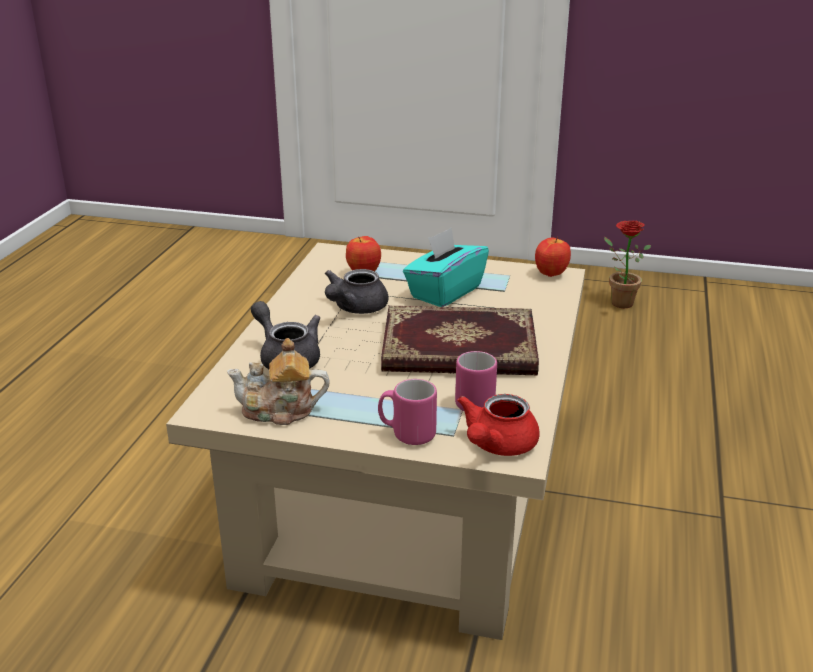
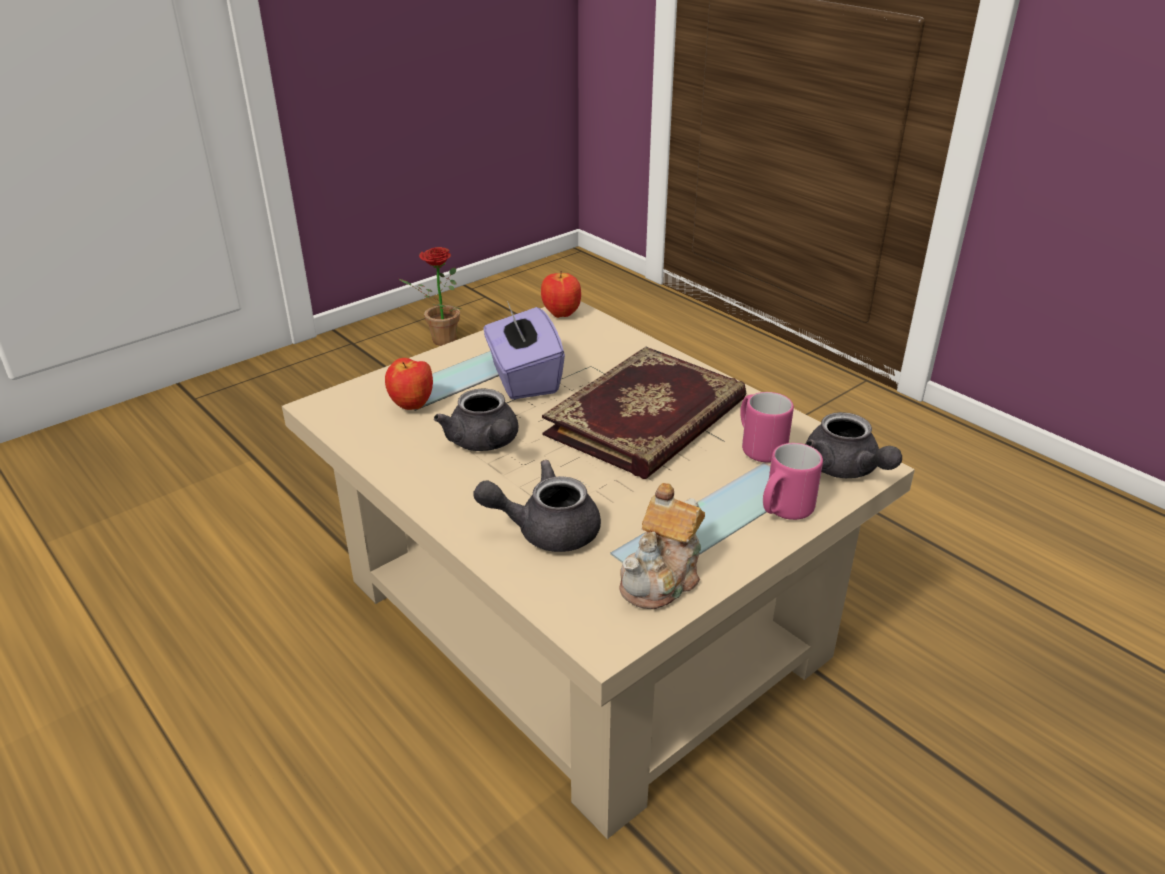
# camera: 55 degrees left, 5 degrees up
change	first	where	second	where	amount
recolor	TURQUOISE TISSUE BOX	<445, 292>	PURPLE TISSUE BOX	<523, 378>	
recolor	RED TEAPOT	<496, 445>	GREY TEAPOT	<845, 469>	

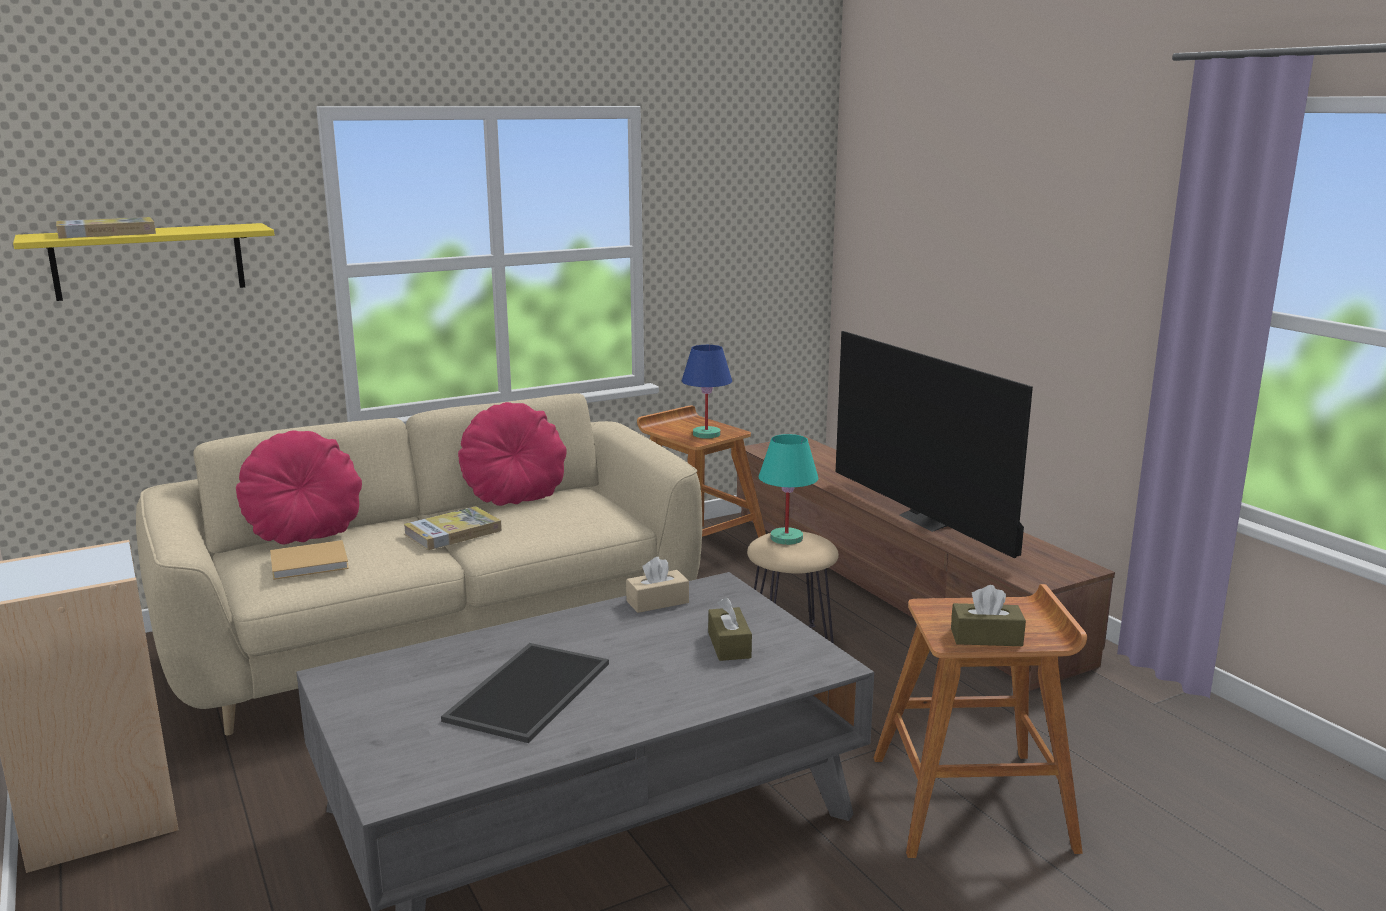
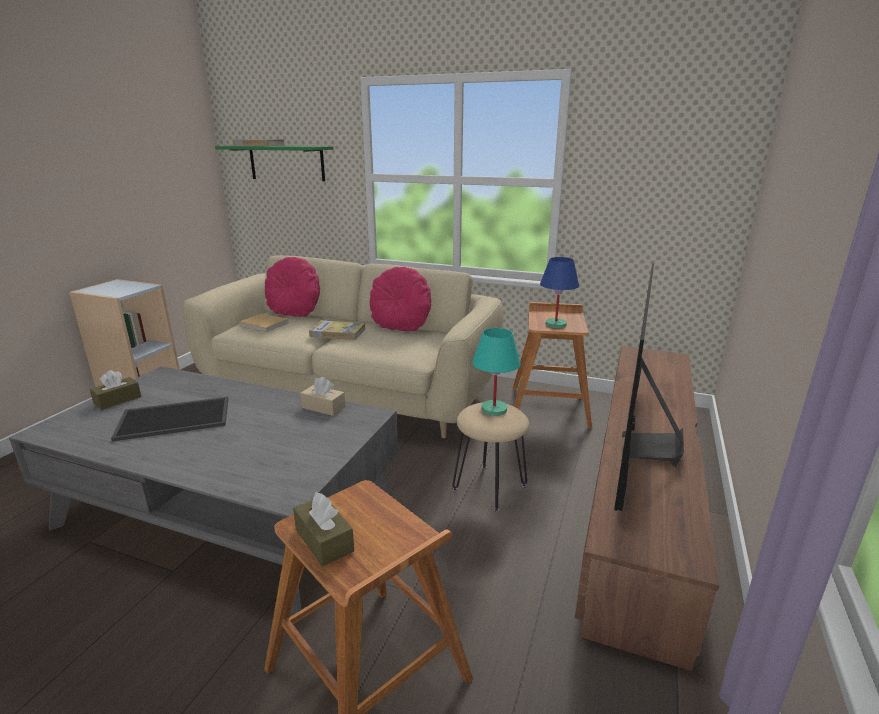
# camera: 50 degrees right, 5 degrees up
change	first	where	second	where	amount
move	BROWN TISSUE BOX	<729, 645>		<118, 400>	
recolor	YELLOW SHELF	<149, 261>	GREEN SHELF	<286, 163>	

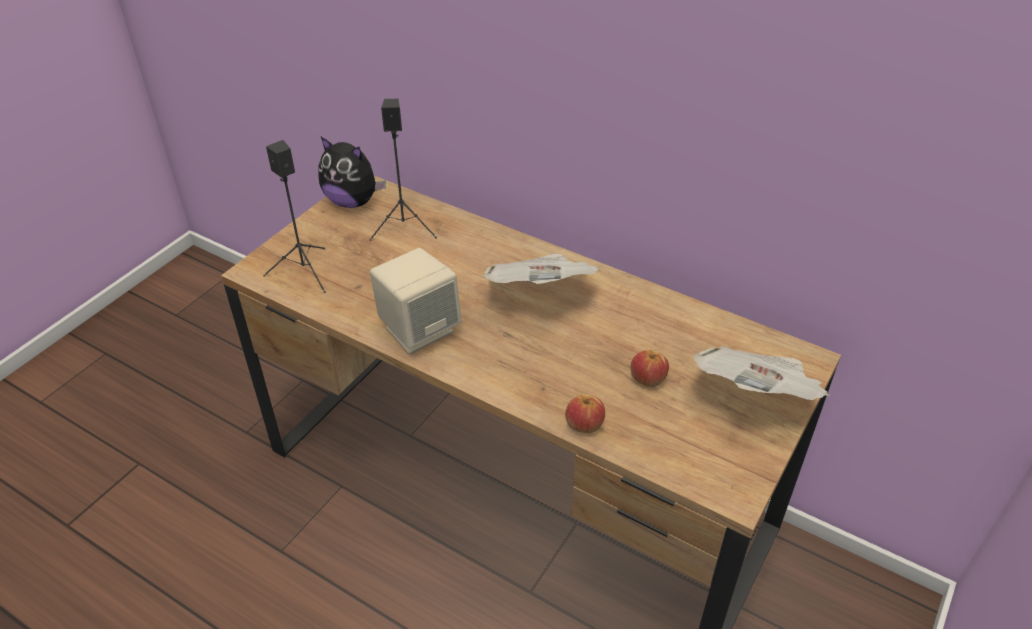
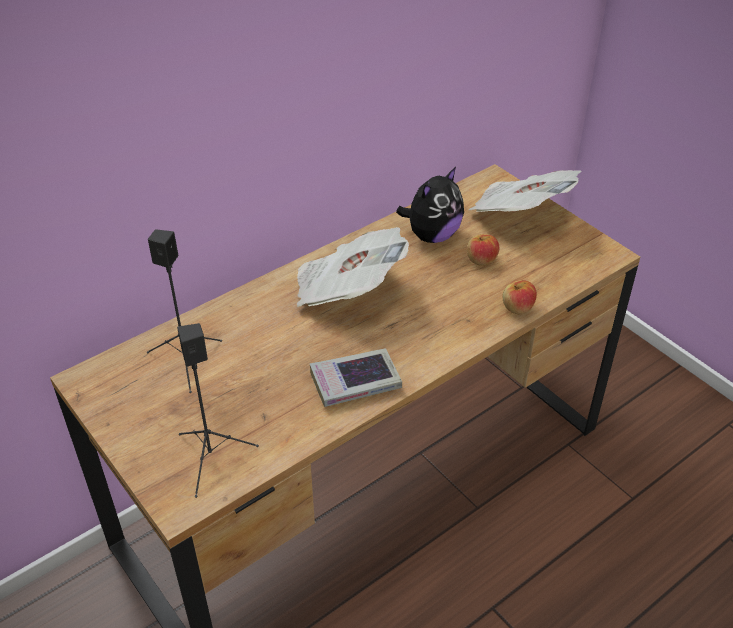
# camera: 70 degrees left, 0 degrees up
change	first	where	second	where	amount
replace	BEIGE SPEAKER	<419, 329>	BOOK	<355, 382>	
move	PLUSH TOY	<353, 201>		<432, 235>	

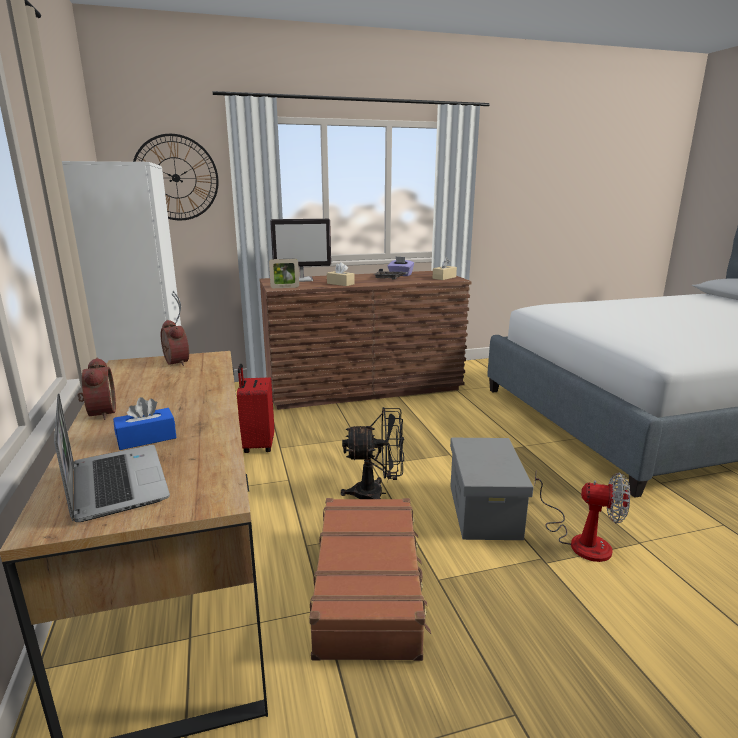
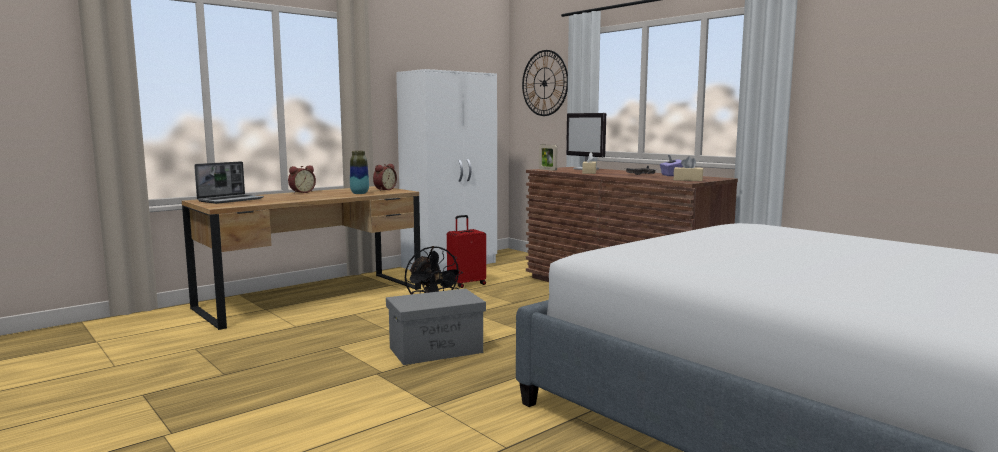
# camera: 65 degrees right, 10 degrees down
change	first	where	second	where	amount
insert			VASE	<359, 193>	
delete	BLUE TISSUE BOX	<146, 438>			
delete	BROWN SUITCASE	<369, 587>			
delete	FAN	<580, 539>			

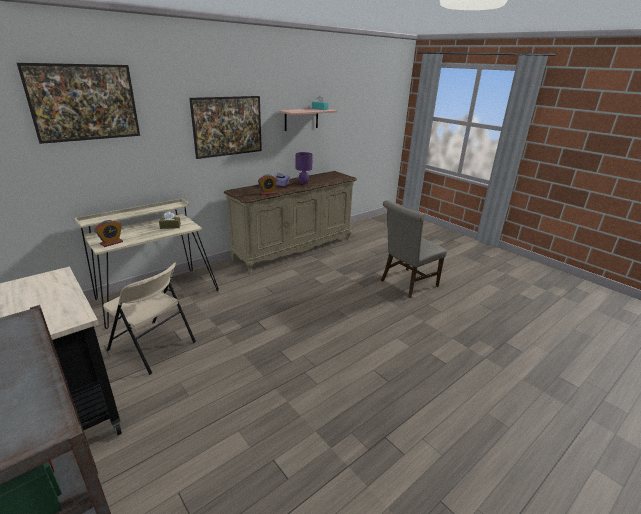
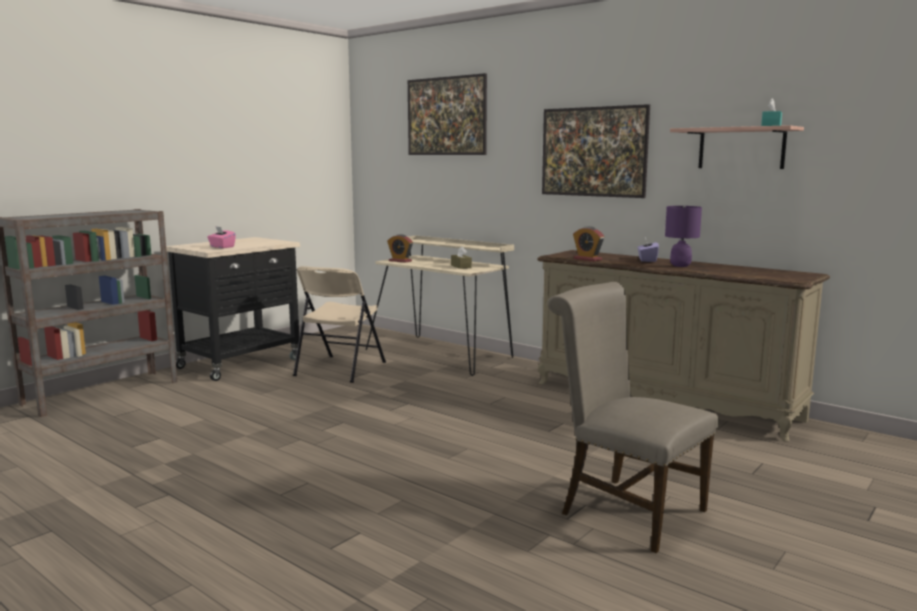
# camera: 80 degrees right, 15 degrees down
change	first	where	second	where	amount
insert			PINK TISSUE BOX	<222, 247>	

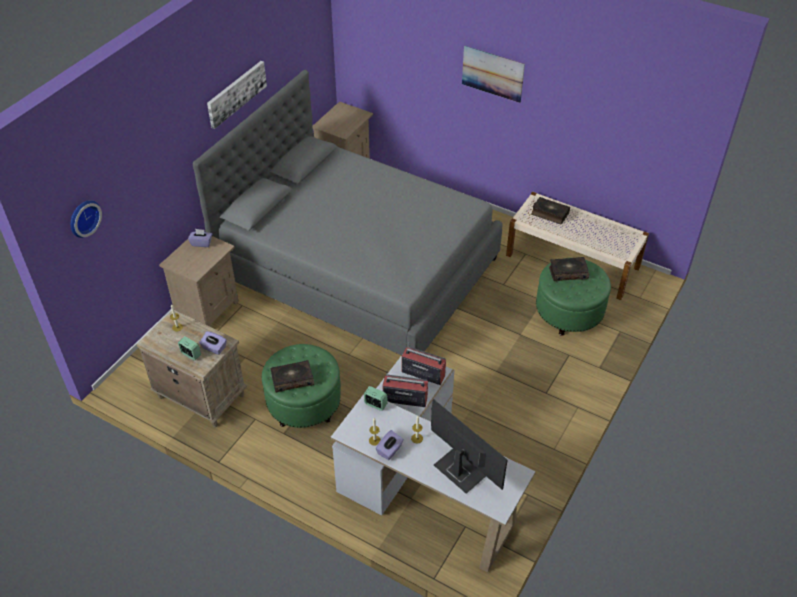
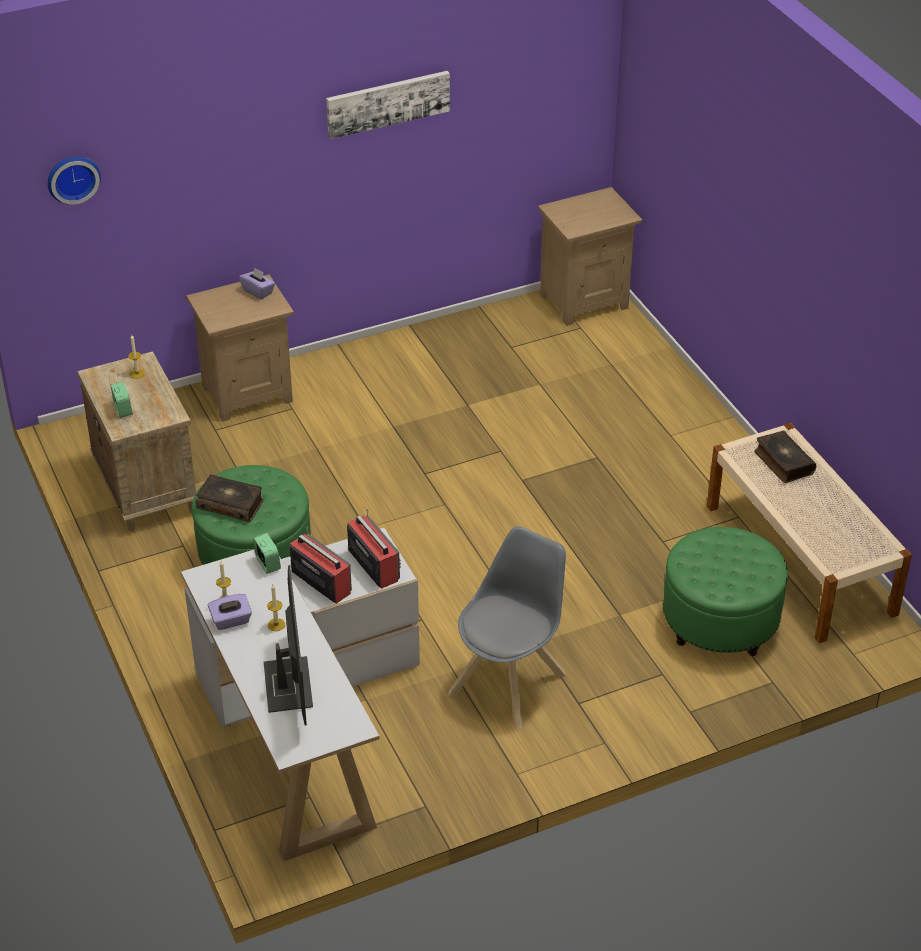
# camera: 35 degrees right, 5 degrees down
change	first	where	second	where	amount
insert			GREY CHAIR	<509, 682>	
delete	GREY BED	<358, 268>			
delete	PURPLE TISSUE BOX	<214, 348>			
delete	PICTURE	<492, 73>			
delete	BOOK	<568, 272>			

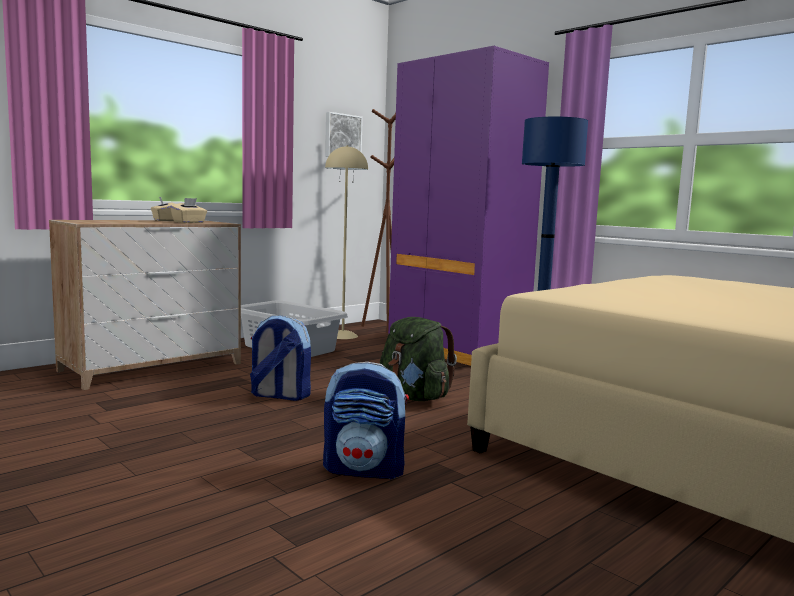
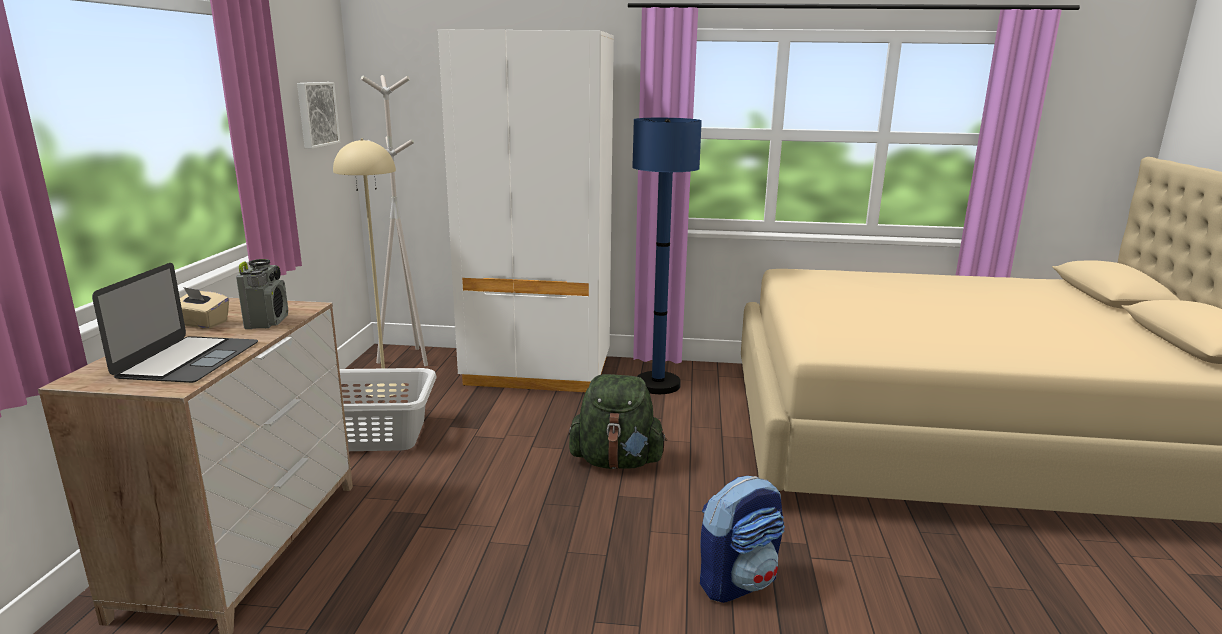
# camera: 40 degrees left, 10 degrees up
change	first	where	second	where	amount
insert			LAPTOP	<188, 359>	
replace	BEIGE TISSUE BOX	<189, 222>	RADIO	<267, 322>	
recolor	BROWN CLOTHES RACK	<383, 328>	GREY CLOTHES RACK	<407, 359>	
recolor	PURPLE WARDROBE	<456, 350>	WHITE WARDROBE	<537, 371>	
delete	BACKPACK	<279, 395>			

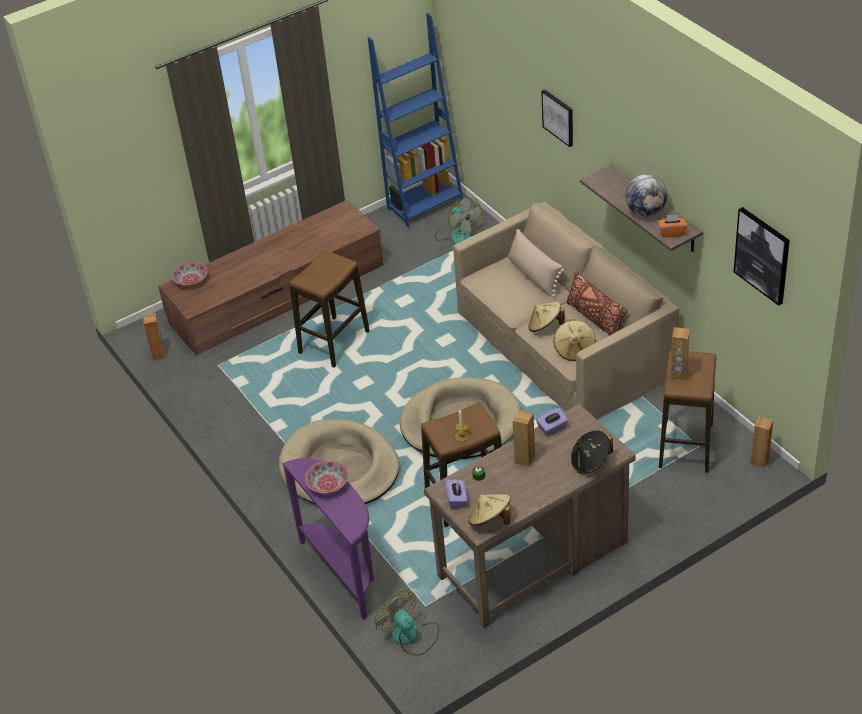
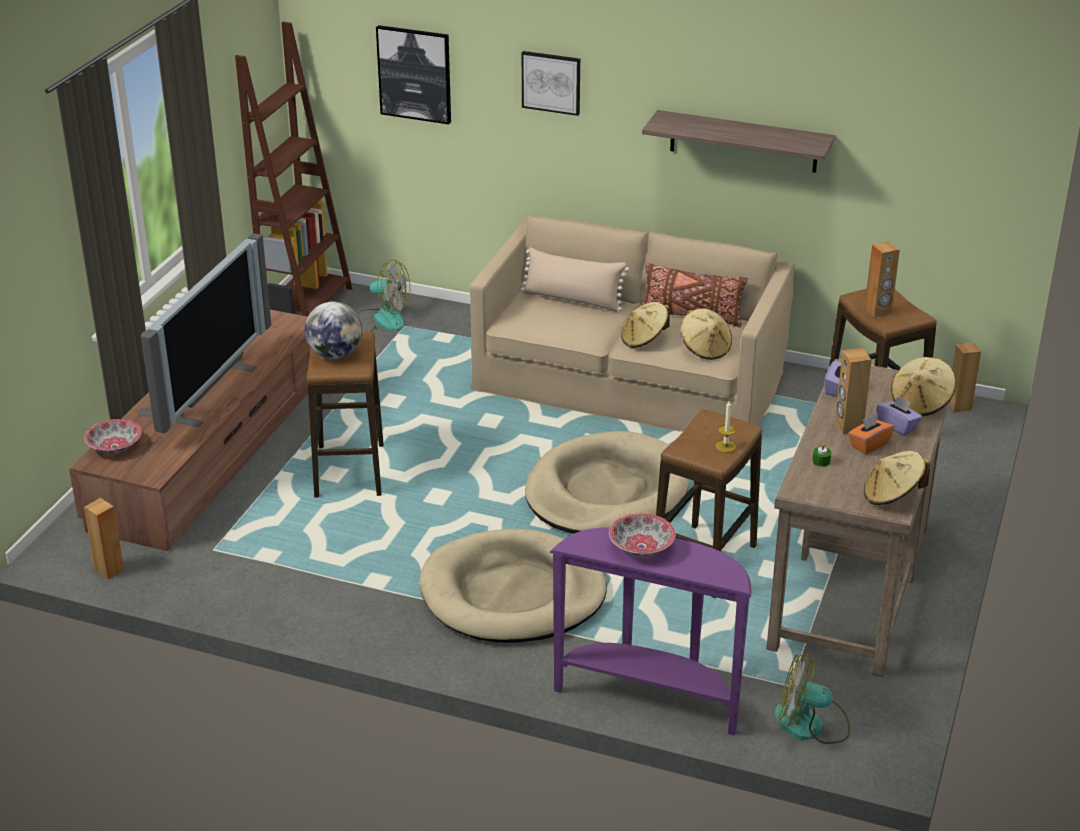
# camera: 40 degrees left, 10 degrees down
change	first	where	second	where	amount
insert			TELEVISION	<208, 391>	
recolor	BLUE BOOKCASE	<425, 204>	BROWN BOOKCASE	<307, 305>	
move	GLOBE	<645, 212>		<335, 354>	
move	PICTURE	<762, 255>		<415, 74>	
move	ORANGE TISSUE BOX	<672, 232>		<869, 445>	
move	PURPLE TISSUE BOX	<457, 499>		<897, 426>	
recolor	BLACK HAT	<590, 462>	BEIGE HAT	<921, 403>	

